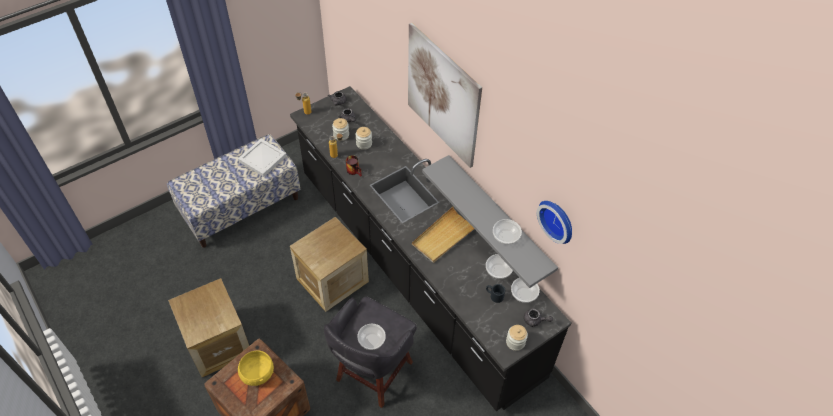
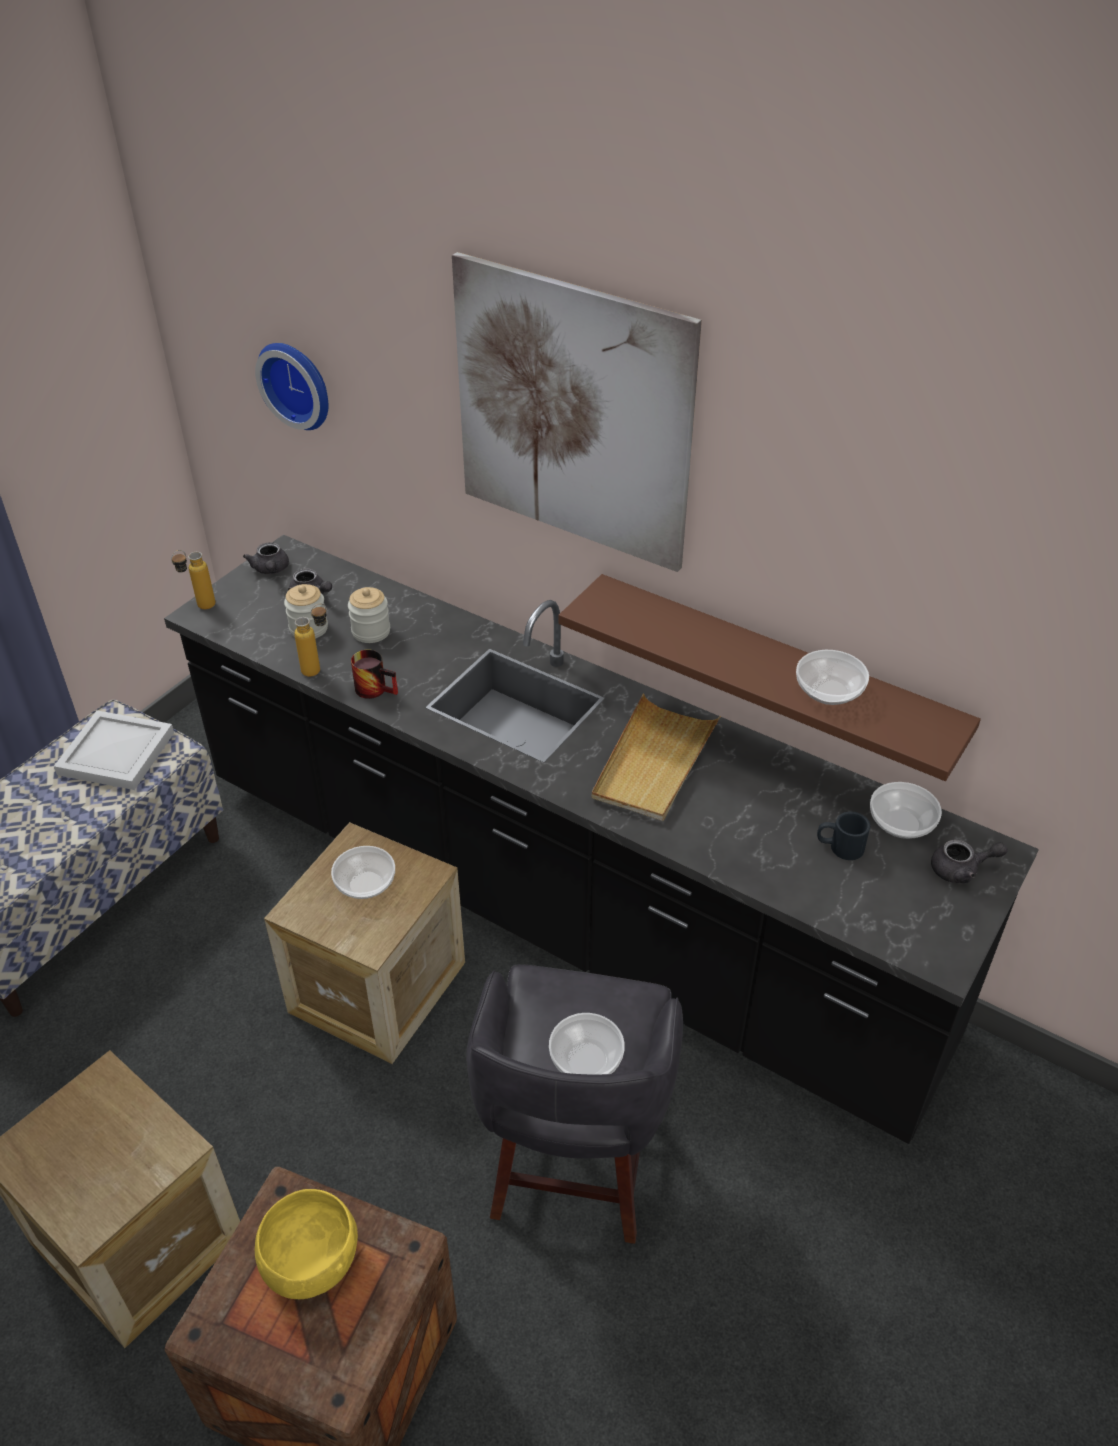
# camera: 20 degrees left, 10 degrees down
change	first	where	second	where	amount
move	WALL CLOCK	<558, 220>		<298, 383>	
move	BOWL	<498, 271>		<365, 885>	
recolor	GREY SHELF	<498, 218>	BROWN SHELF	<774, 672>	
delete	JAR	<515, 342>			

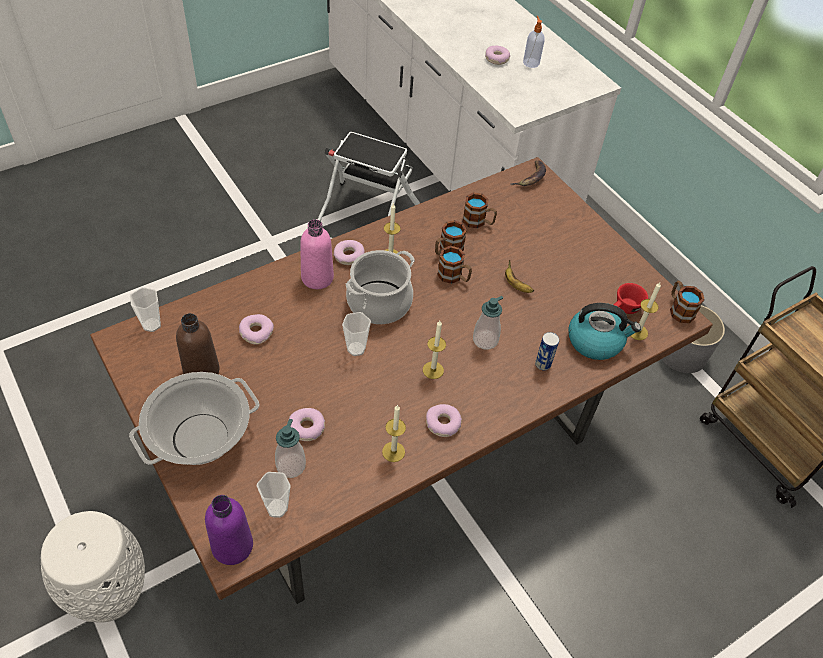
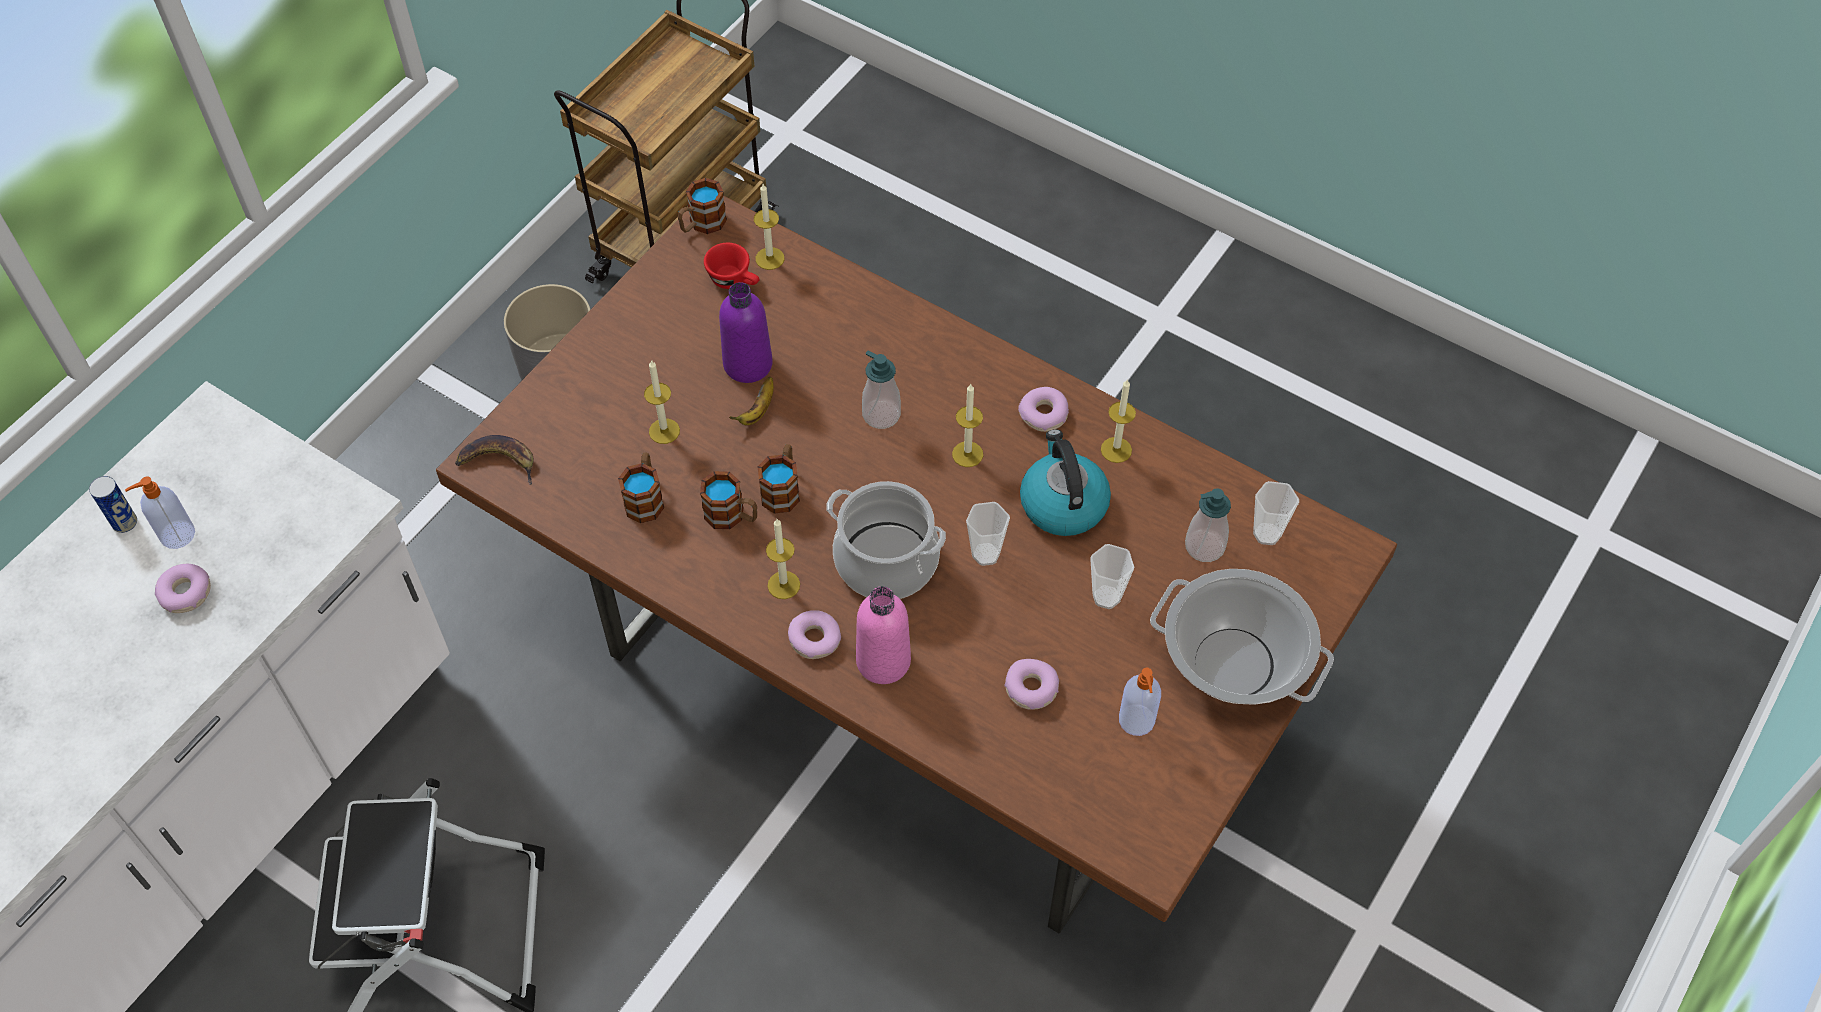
# camera: 110 degrees left, 5 degrees up
change	first	where	second	where	amount
move	CAN	<543, 364>		<125, 523>	
insert			CANDLE	<664, 431>	
move	PURPLE BOTTLE	<232, 546>		<748, 364>	
move	KETTLE	<596, 341>		<1062, 503>	
move	CUP	<152, 325>		<1106, 597>	
replace	BROWN BOTTLE	<201, 371>	SOAP DISPENSER	<1137, 721>	
delete	WHITE STOOL	<107, 589>			
delete	DONUT	<307, 428>			

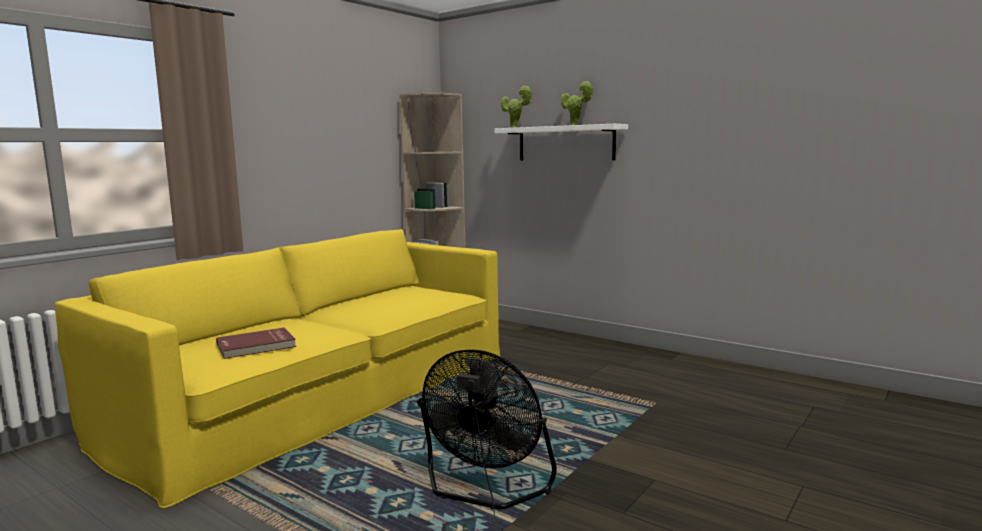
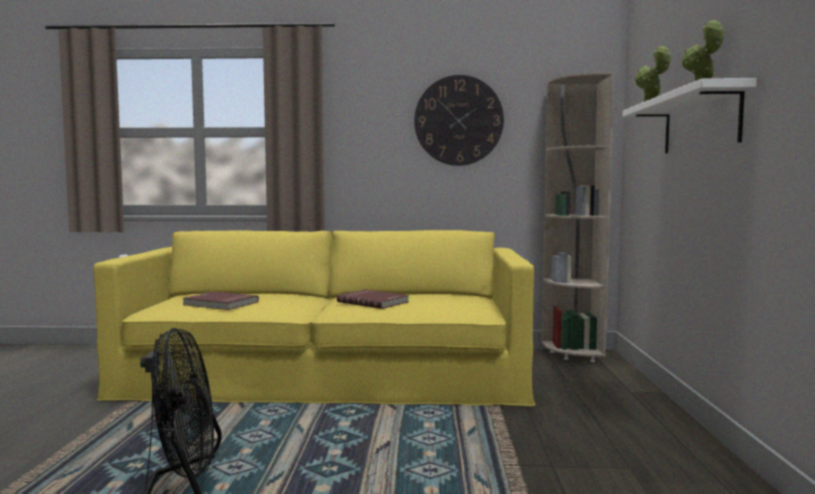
# camera: 55 degrees right, 5 degrees down
change	first	where	second	where	amount
insert			RED BOOK	<373, 302>	
insert			WALL CLOCK	<458, 120>	

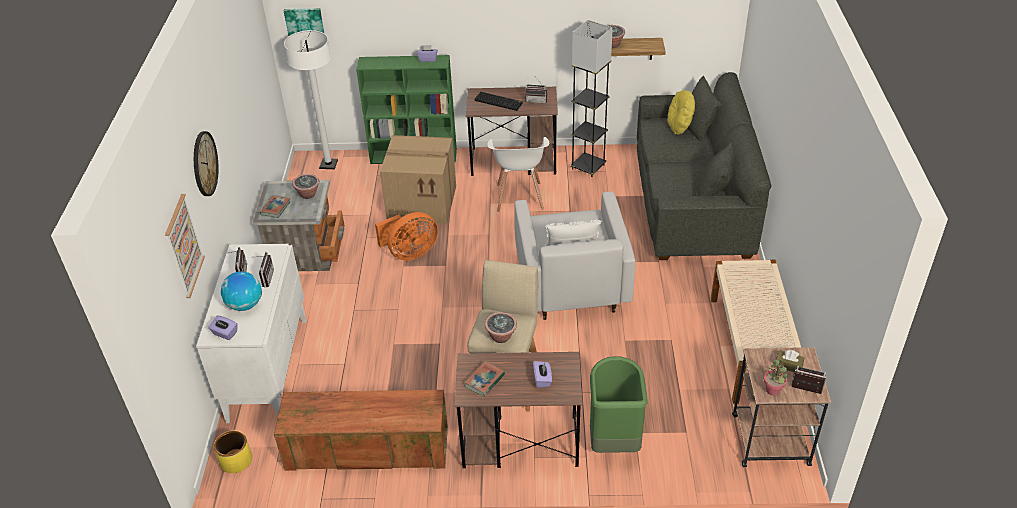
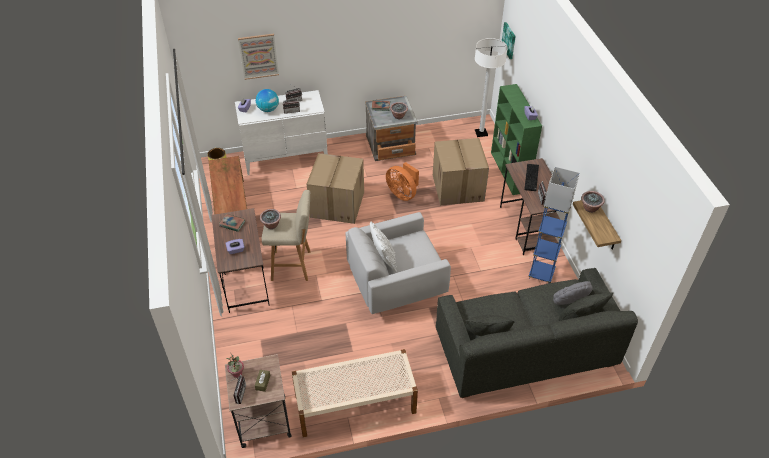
# camera: 75 degrees right, 5 degrees up
change	first	where	second	where	amount
insert			CARDBOARD BOX	<336, 204>	
recolor	GREY FLOOR LAMP	<588, 167>	BLUE FLOOR LAMP	<541, 274>	
recolor	YELLOW PILLOW	<679, 128>	GREY PILLOW	<569, 304>	
delete	WALL CLOCK	<204, 163>			
delete	WHITE CHAIR	<519, 198>			
delete	GREEN TRASH CAN	<613, 441>			

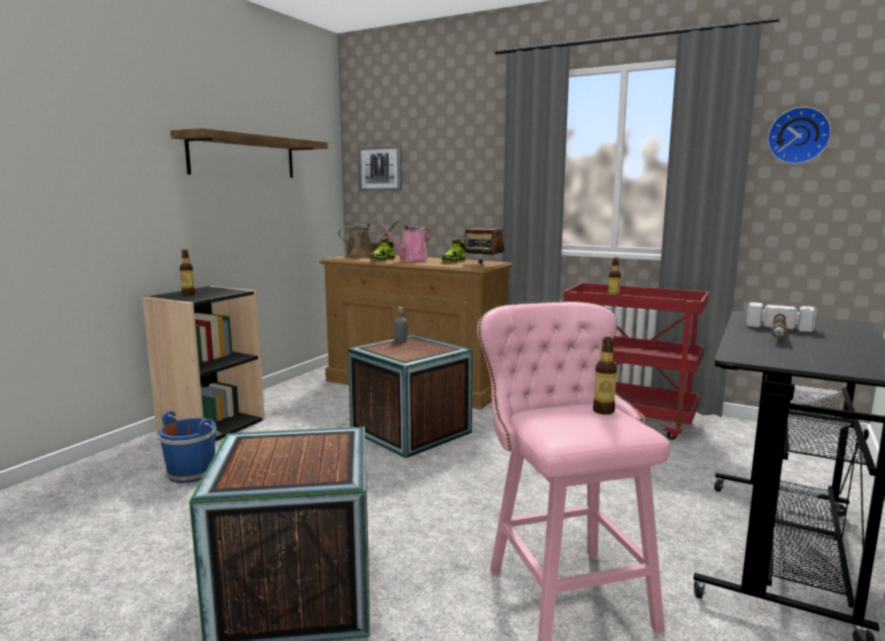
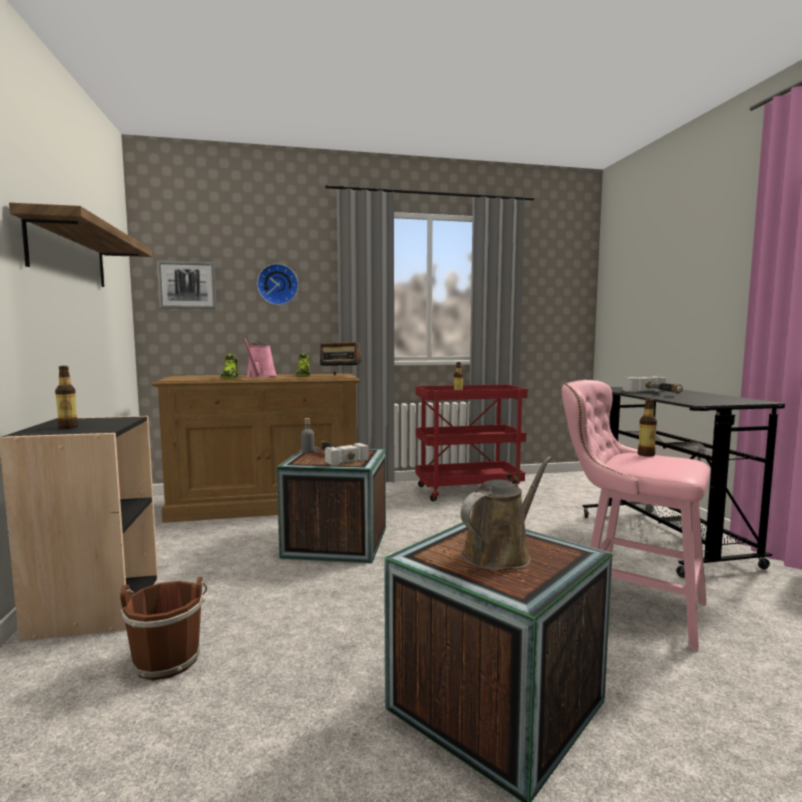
# camera: 40 degrees left, 5 degrees down
change	first	where	second	where	amount
recolor	BLUE BUCKET	<193, 471>	BROWN BUCKET	<167, 658>	
move	WALL CLOCK	<798, 136>		<278, 284>	
insert			HAMMER	<336, 457>	
move	BROWN WATERING CAN	<364, 256>		<500, 554>	

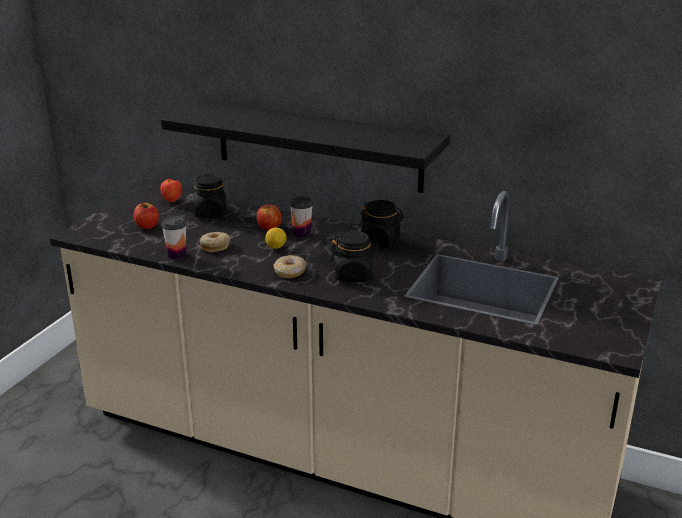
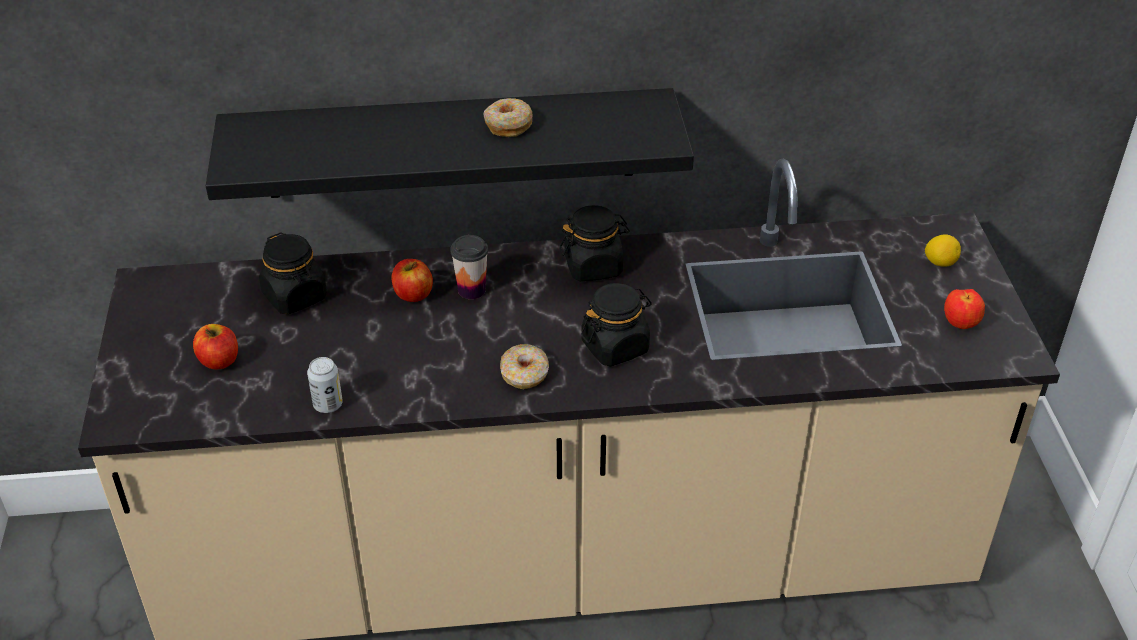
# camera: 30 degrees left, 15 degrees up
change	first	where	second	where	amount
replace	CUP	<177, 255>	CAN	<328, 404>	
move	DONUT	<215, 246>		<508, 124>	
move	LEMON	<276, 247>		<940, 262>	
move	APPLE	<172, 201>		<960, 324>	

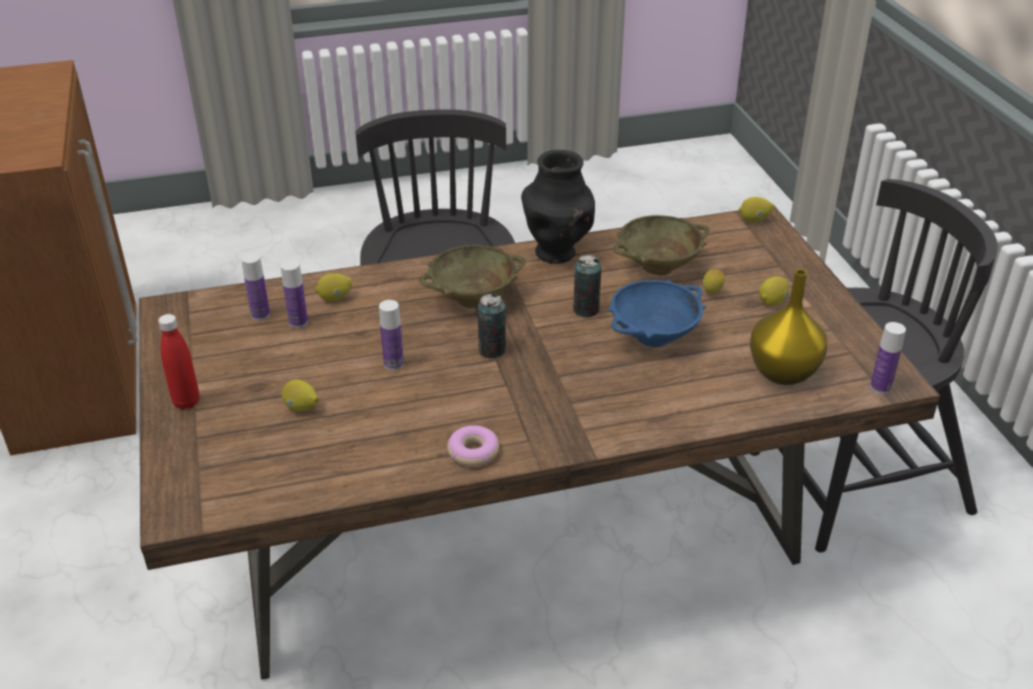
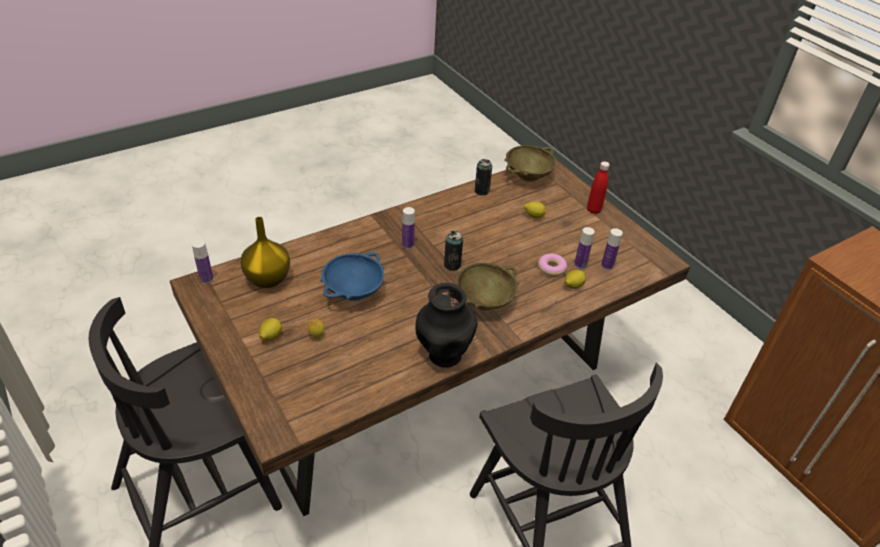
# camera: 160 degrees right, 5 degrees up
change	first	where	second	where	amount
move	BOTTLE	<394, 363>		<407, 245>	
move	CAN	<586, 310>		<481, 191>	
move	BEIGE BOWL	<659, 266>		<528, 176>	
move	DONUT	<473, 452>		<552, 268>	
delete	LEMON	<754, 220>			

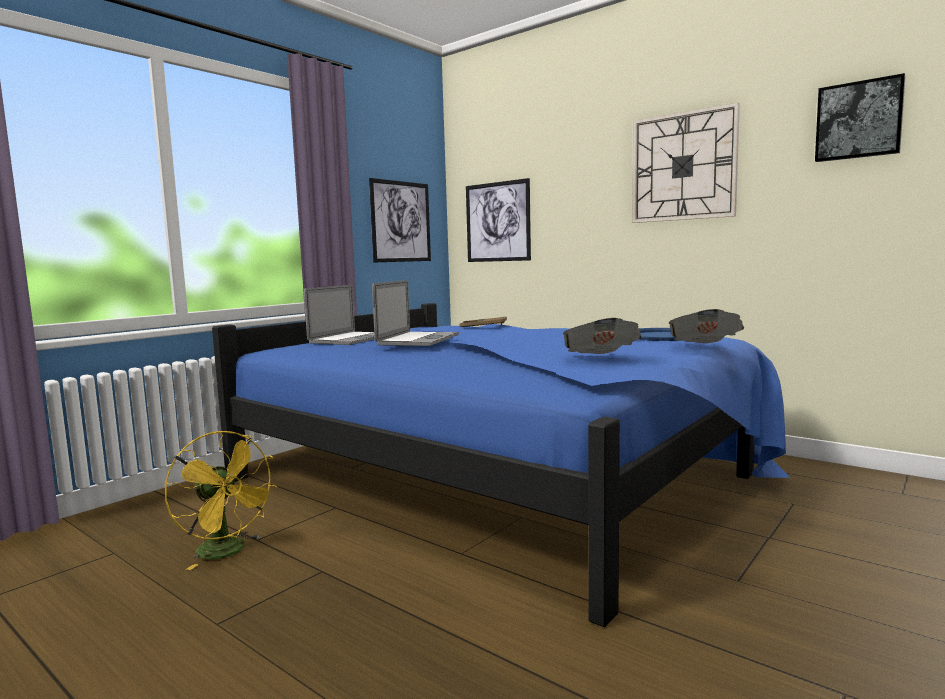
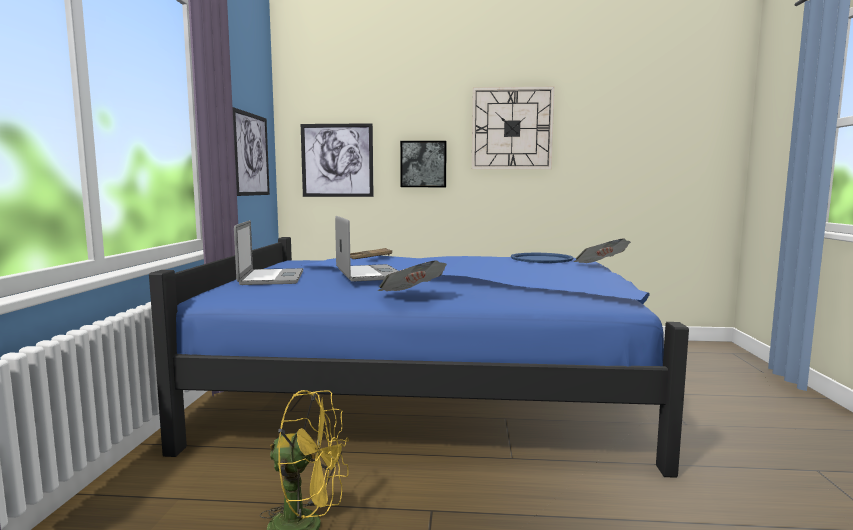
# camera: 35 degrees left, 0 degrees up
change	first	where	second	where	amount
move	NEWSPAPER	<601, 360>		<411, 296>	
move	PICTURE	<859, 120>		<423, 164>	

